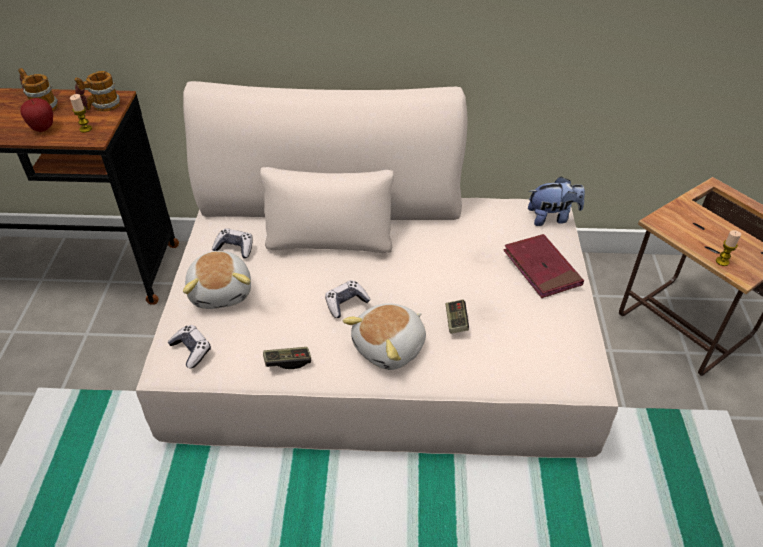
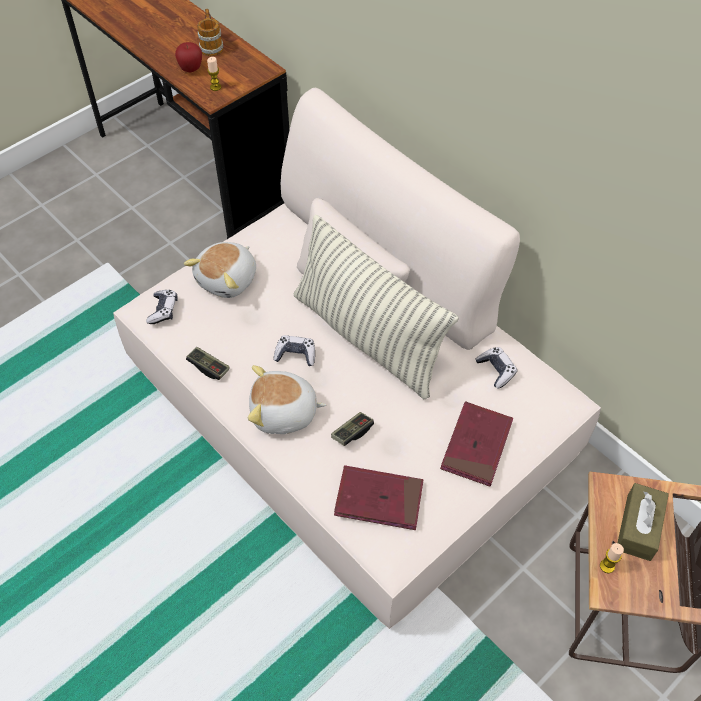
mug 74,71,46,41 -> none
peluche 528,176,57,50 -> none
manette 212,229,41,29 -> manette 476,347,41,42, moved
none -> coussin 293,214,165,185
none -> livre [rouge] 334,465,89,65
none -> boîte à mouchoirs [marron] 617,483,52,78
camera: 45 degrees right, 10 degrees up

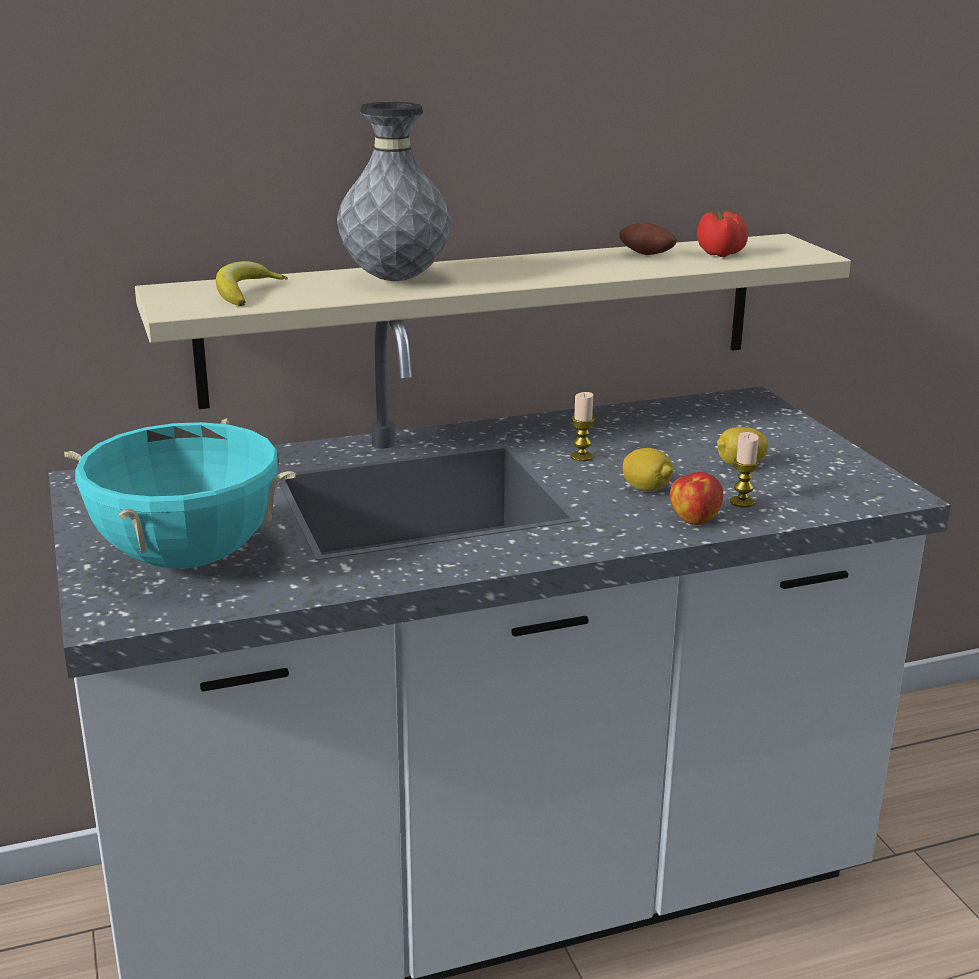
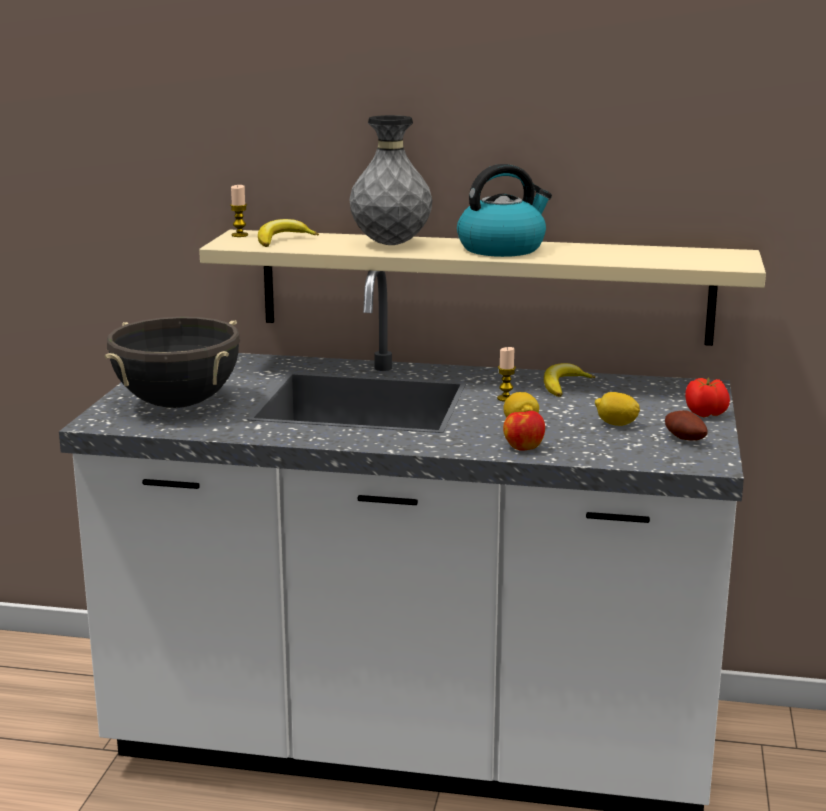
tomate 697,211,51,46 -> tomate 685,378,45,39, moved
pomme de terre 619,222,58,33 -> pomme de terre 665,410,43,31, moved
marmite [turquoise] 64,418,232,151 -> marmite [noir] 105,317,135,91
bougie 730,432,29,76 -> bougie 230,185,18,52, moved
none -> bouilloire 457,164,95,93
none -> banane 544,363,51,34
camera: 30 degrees right, 5 degrees down

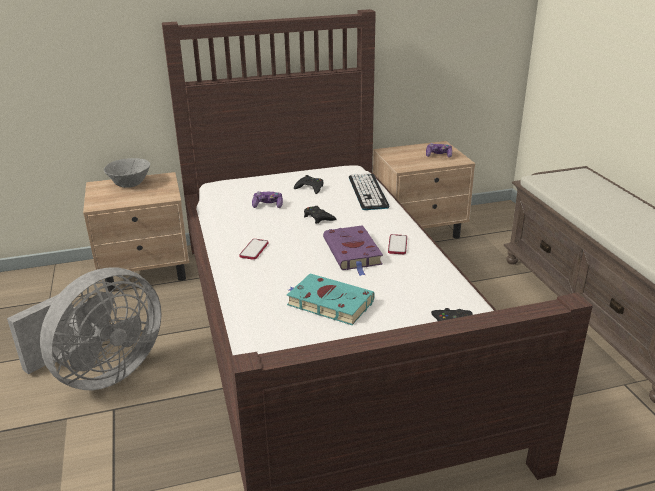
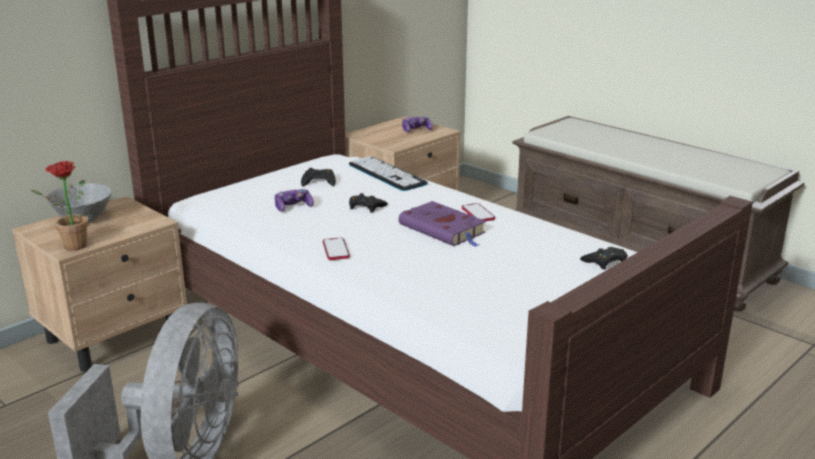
livre [turquoise] 287,273,88,52 -> none
none -> plante en pot 31,161,57,90
camera: 30 degrees left, 5 degrees down

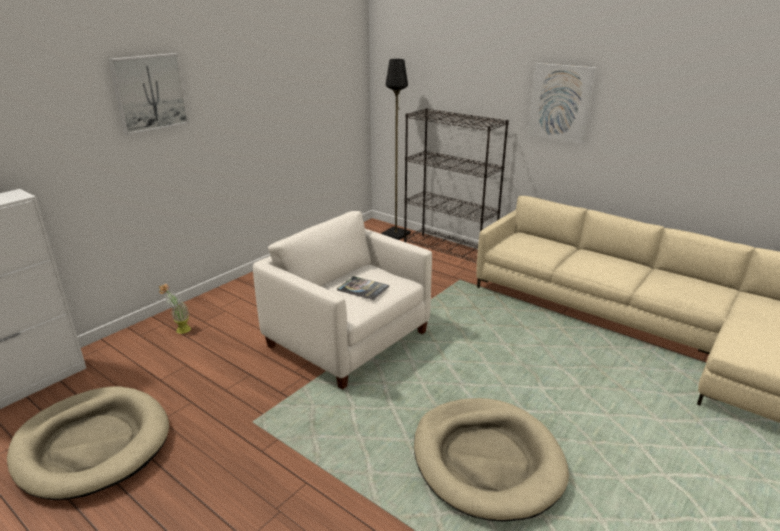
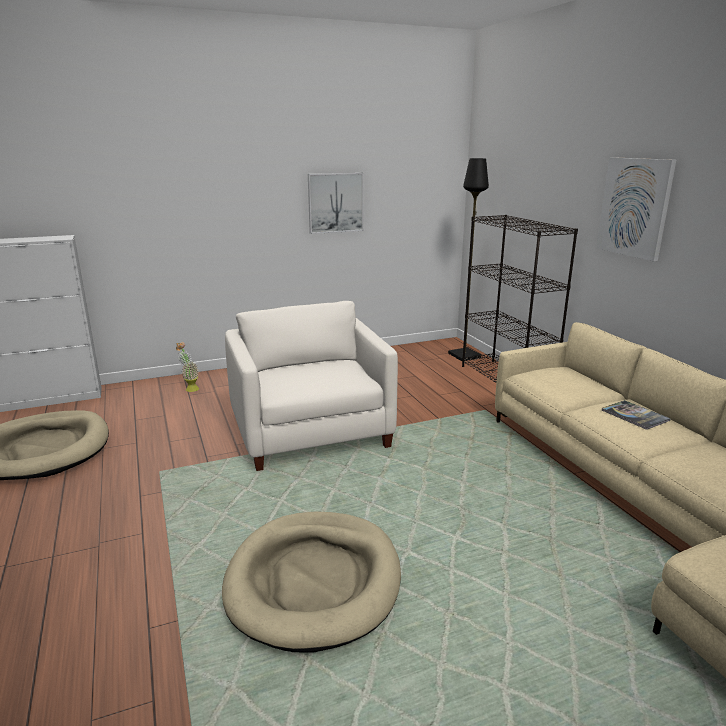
tableau 109,53,80,82 -> tableau 308,173,56,61, moved
livre 337,276,52,24 -> livre 602,400,69,30, moved
camera: 30 degrees right, 5 degrees down

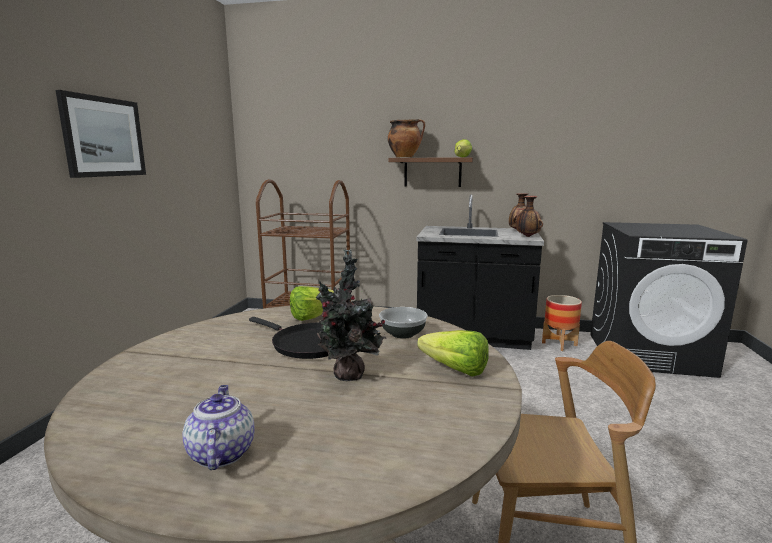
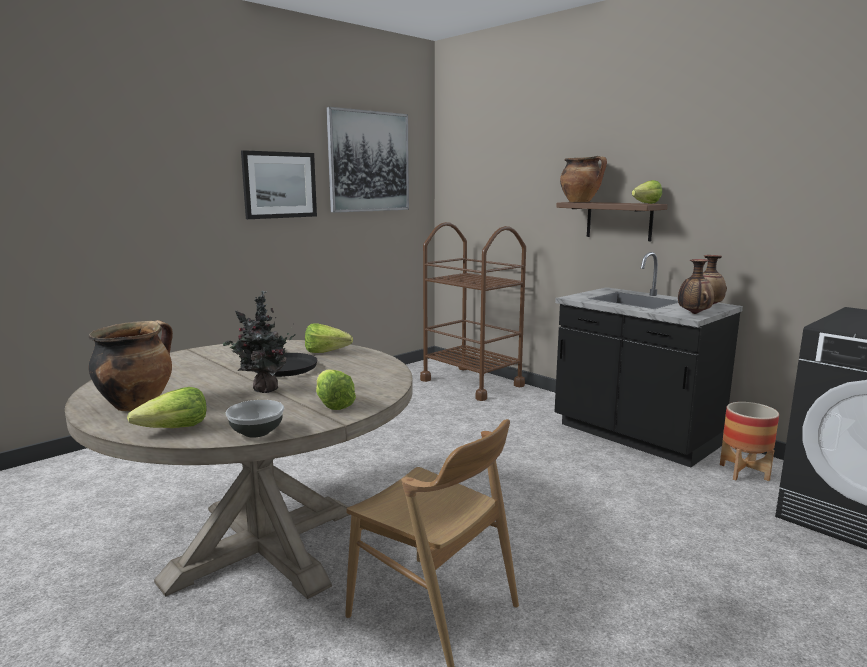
bol 379,307,49,32 -> bol 226,400,58,37, moved
théière 182,385,73,85 -> marmite 89,320,84,91
none -> tableau 326,107,83,106
none -> laitue 127,387,79,41
camera: 35 degrees right, 0 degrees up

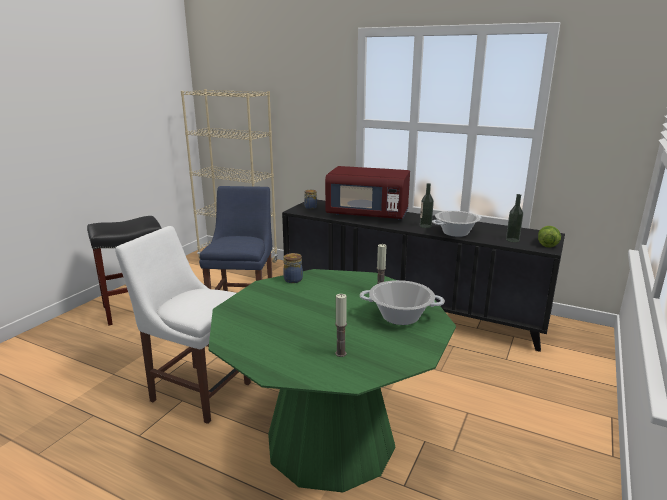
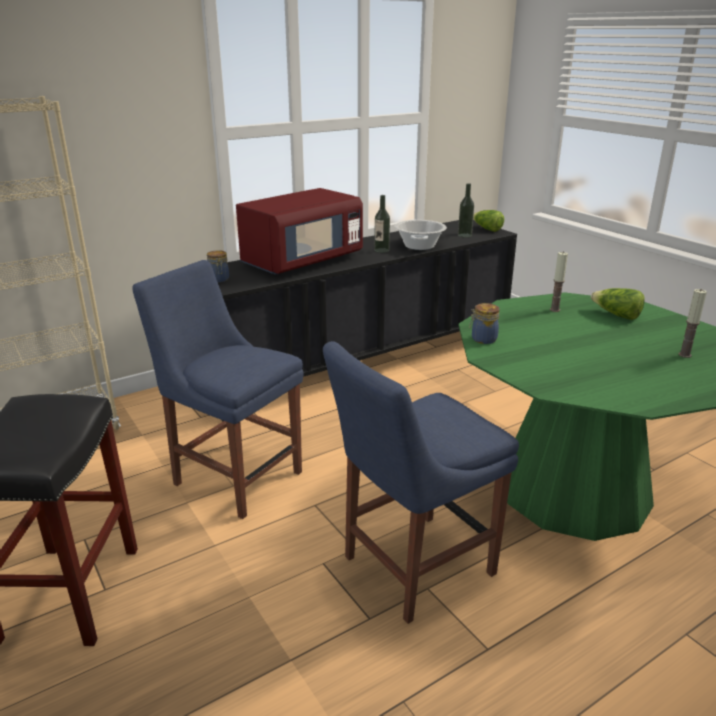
chaise [blanc] 115,226,136,198 -> chaise [bleu] 323,341,196,283
marmite 360,280,85,45 -> laitue 591,288,53,32
camera: 60 degrees left, 5 degrees up

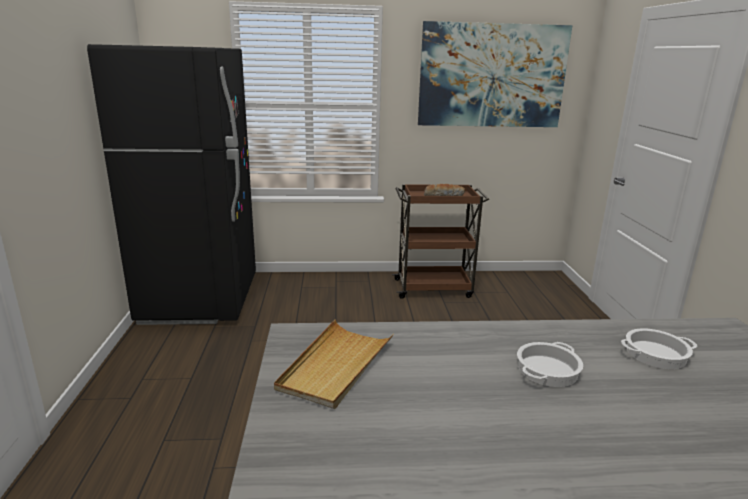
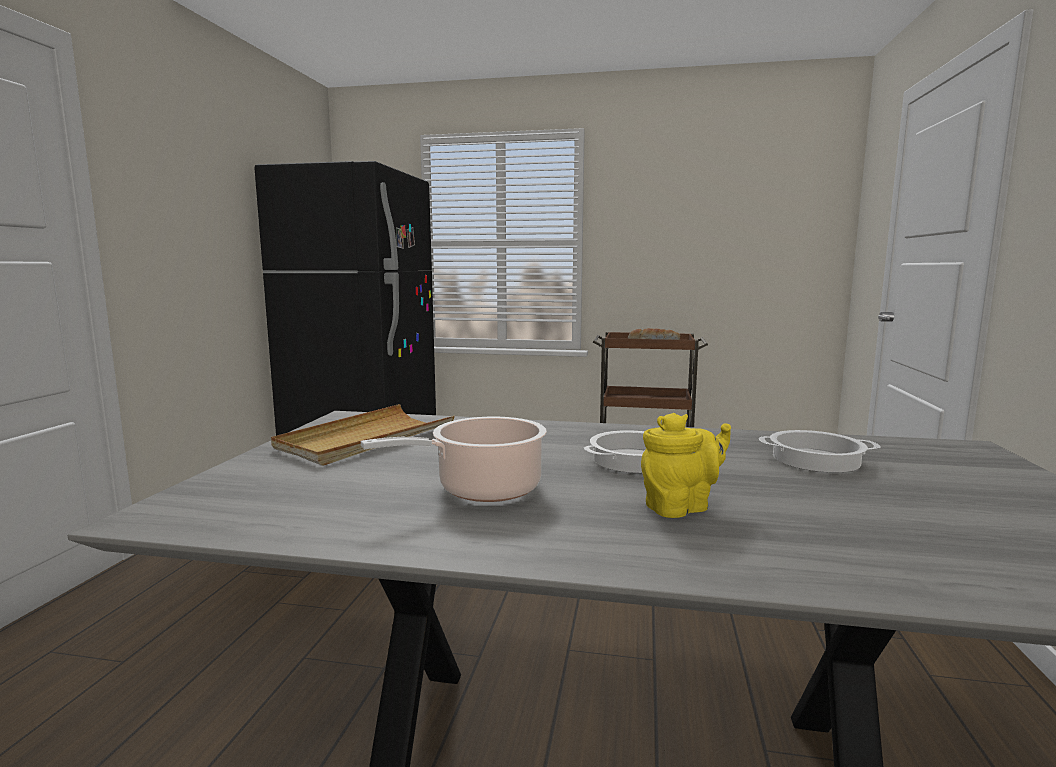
tableau 418,21,155,106 -> none
none -> théière [jaune] 641,413,90,105
none -> marmite 361,417,186,85
camera: 15 degrees right, 10 degrees down

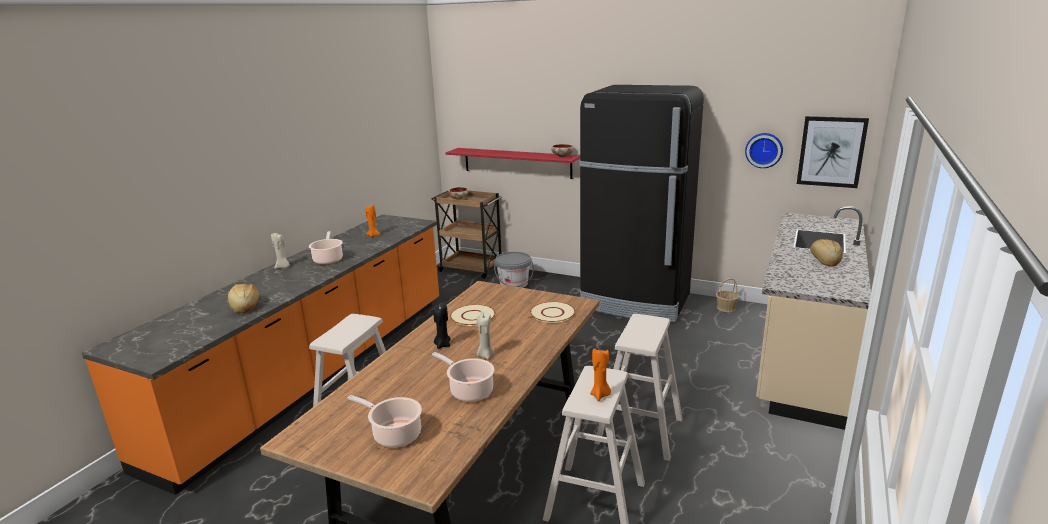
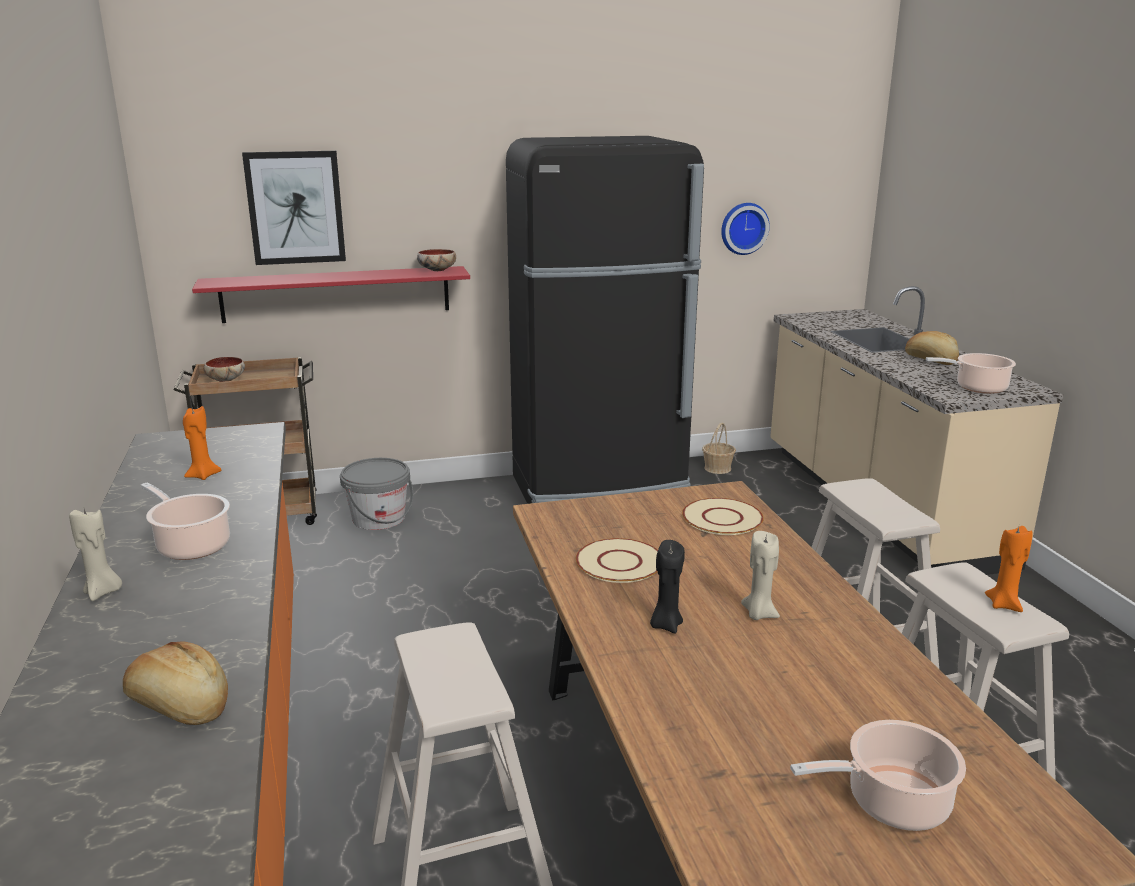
tableau 797,116,72,72 -> tableau 242,151,104,114, moved
marmite 432,352,62,50 -> marmite 926,353,90,41, moved
camera: 40 degrees left, 0 degrees up

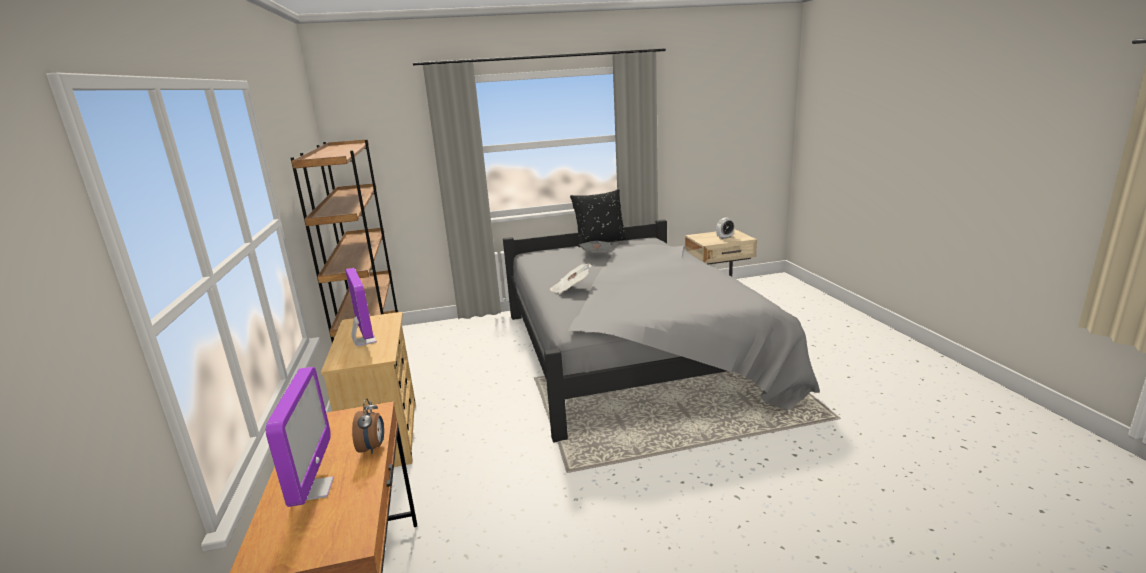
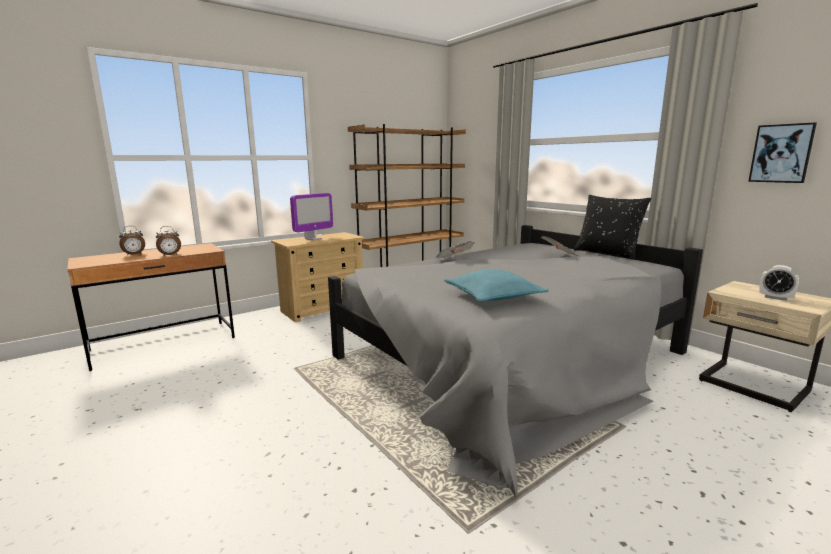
écran d'ordinateur 266,367,68,140 -> réveil 119,226,26,30
none -> tableau 748,122,69,61
none -> coussin [turquoise] 444,269,105,33
camera: 65 degrees right, 5 degrees down

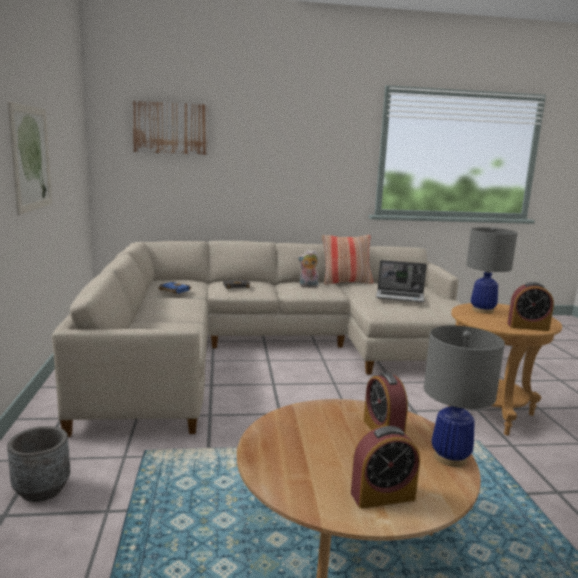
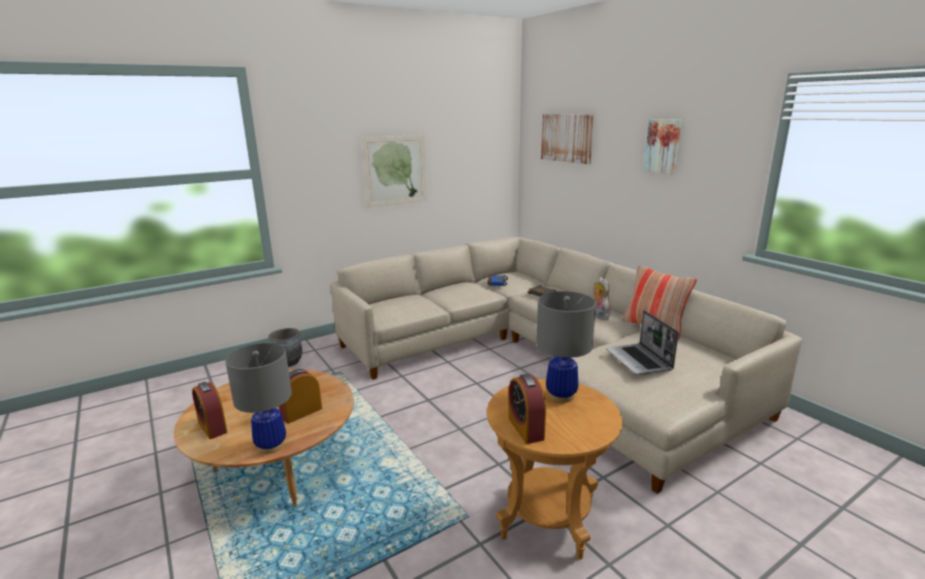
none -> tableau 644,119,38,55
camera: 65 degrees right, 5 degrees up

